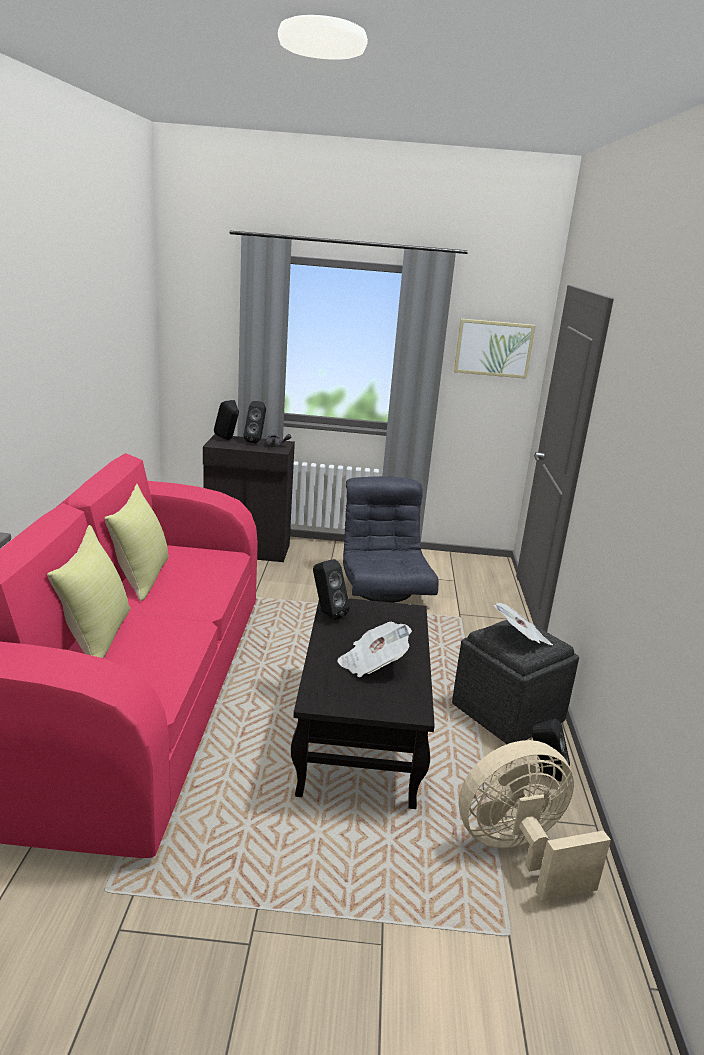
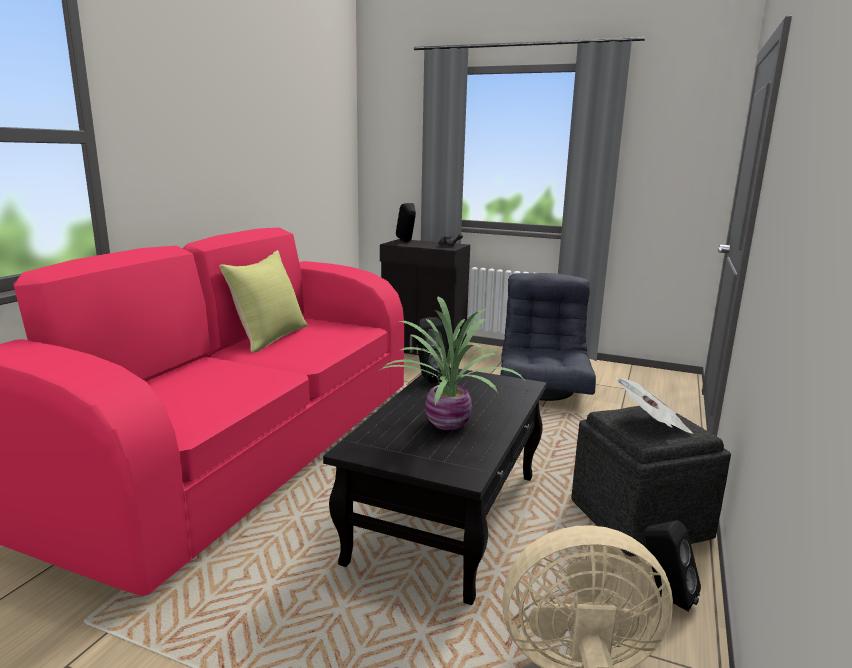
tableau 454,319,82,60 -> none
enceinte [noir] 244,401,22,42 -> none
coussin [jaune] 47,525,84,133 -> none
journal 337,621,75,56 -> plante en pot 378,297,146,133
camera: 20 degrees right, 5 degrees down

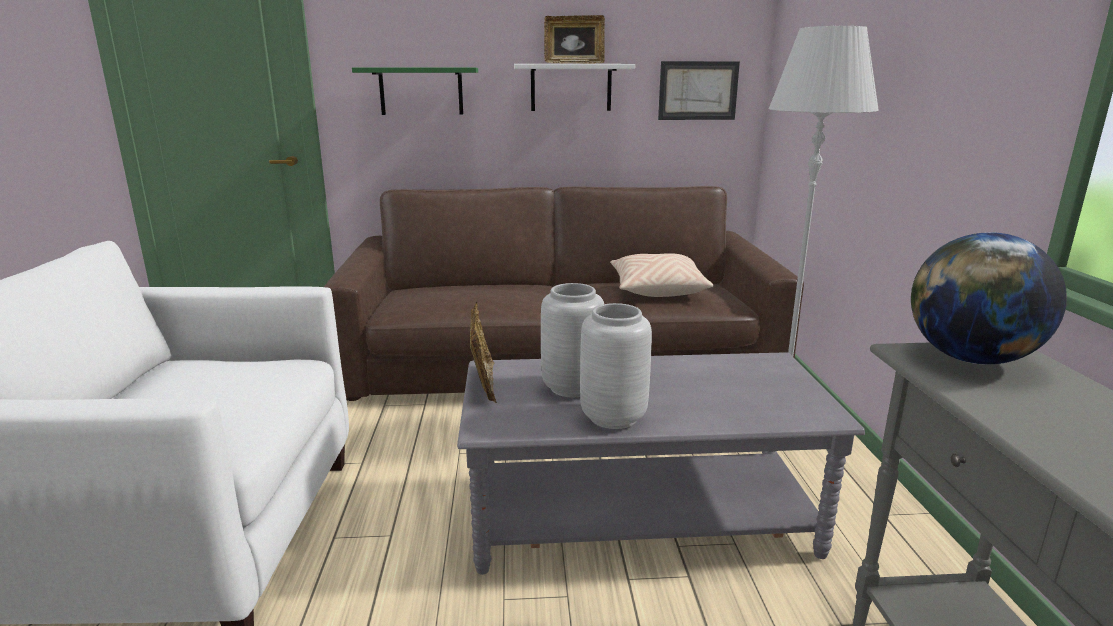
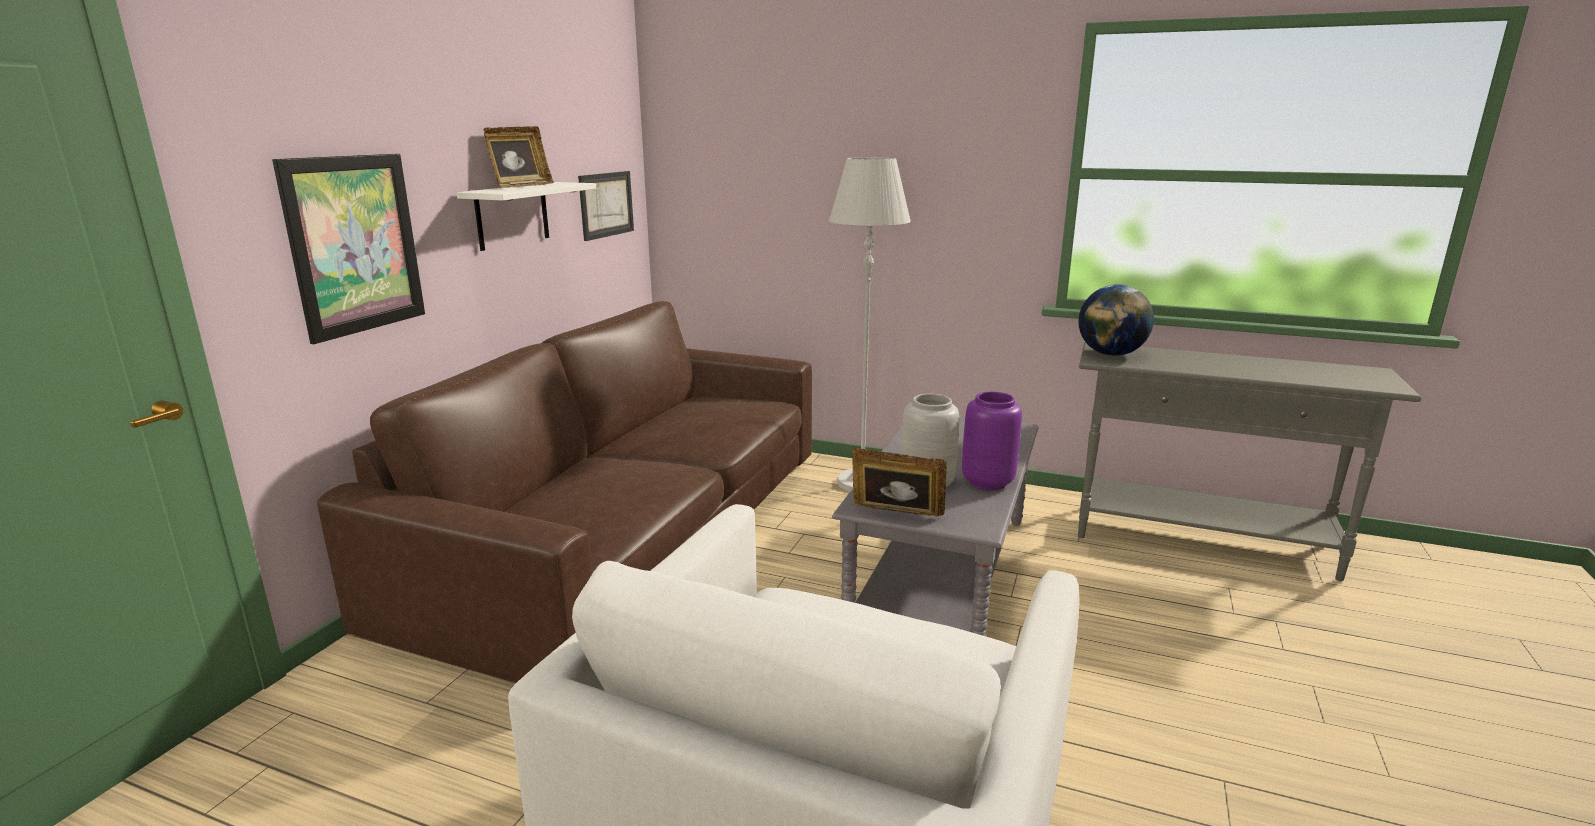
étagère [vert] 352,67,126,48 -> tableau 272,154,153,190
coussin [beige] 610,253,104,44 -> none
vase [gris] 580,303,72,126 -> vase [violet] 962,392,60,98
camera: 65 degrees left, 0 degrees up

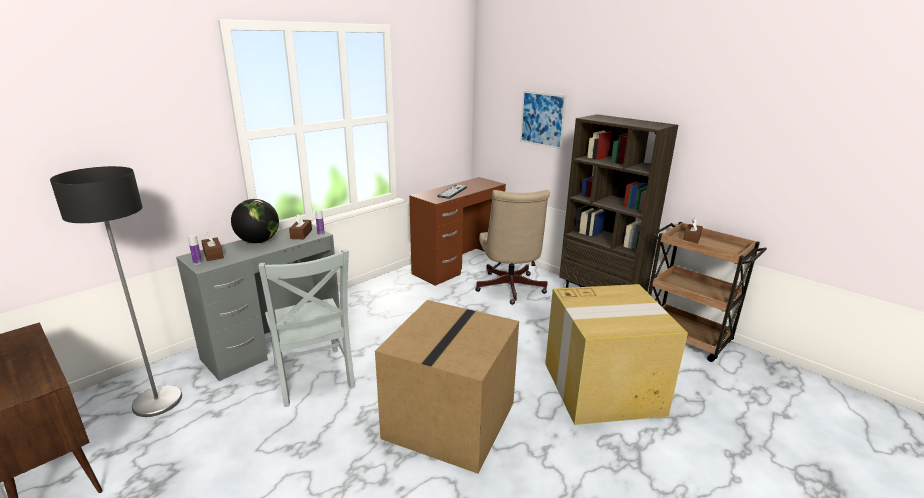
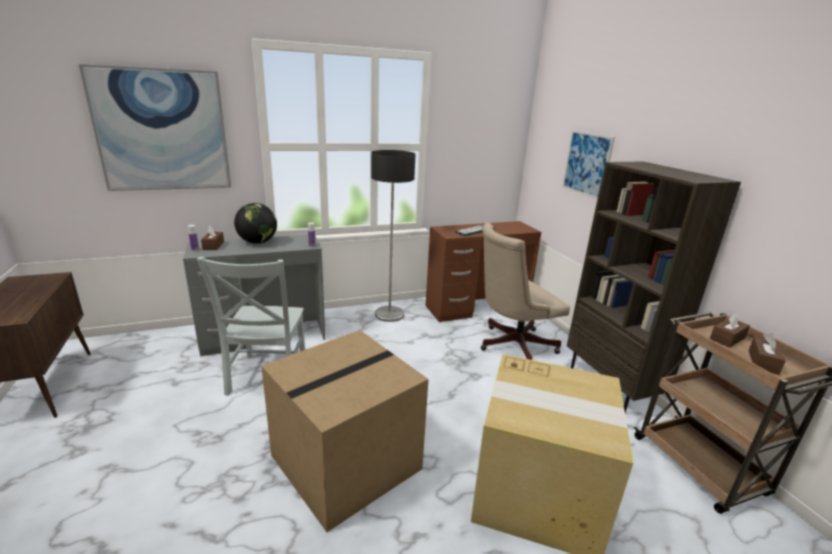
lampadaire 50,166,132,251 -> lampadaire 371,150,45,172, moved
chaise de bureau [beige] 475,190,75,115 -> chaise de bureau [beige] 481,223,89,137, 45 degrees clockwise
boîte à mouchoirs [marron] 289,214,23,25 -> boîte à mouchoirs [marron] 749,333,37,42, moved
none -> tableau 79,64,152,127
camera: 25 degrees right, 0 degrees up

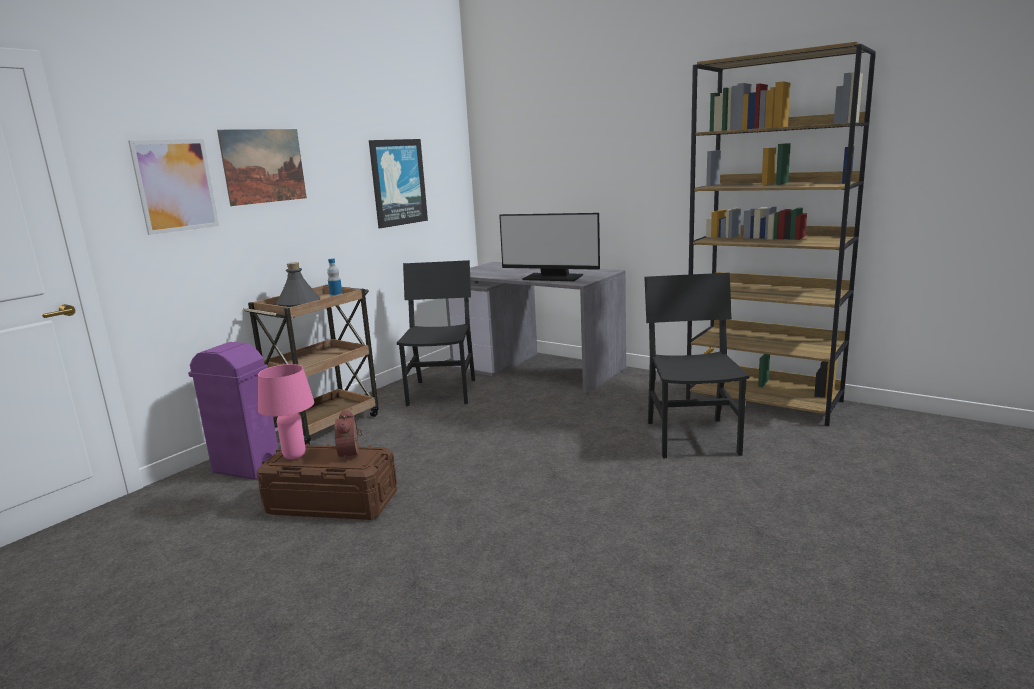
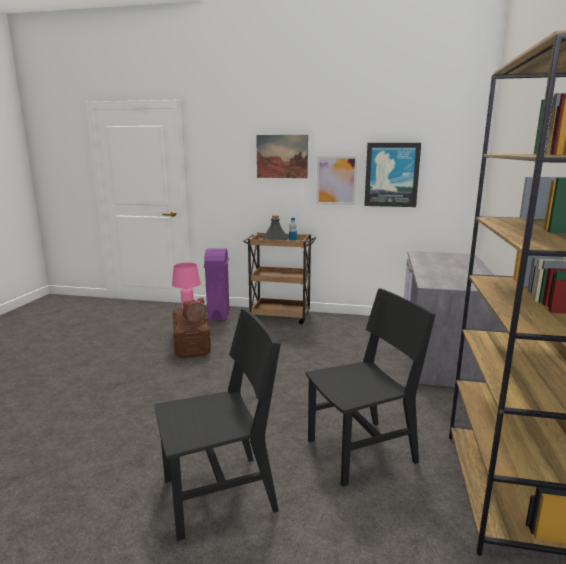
tableau 128,139,91,96 -> tableau 316,156,41,49, moved
écran d'ordinateur 499,213,101,68 -> none
chaise [noir] 397,260,78,146 -> chaise [noir] 154,308,127,233, moved
camera: 65 degrees right, 0 degrees up

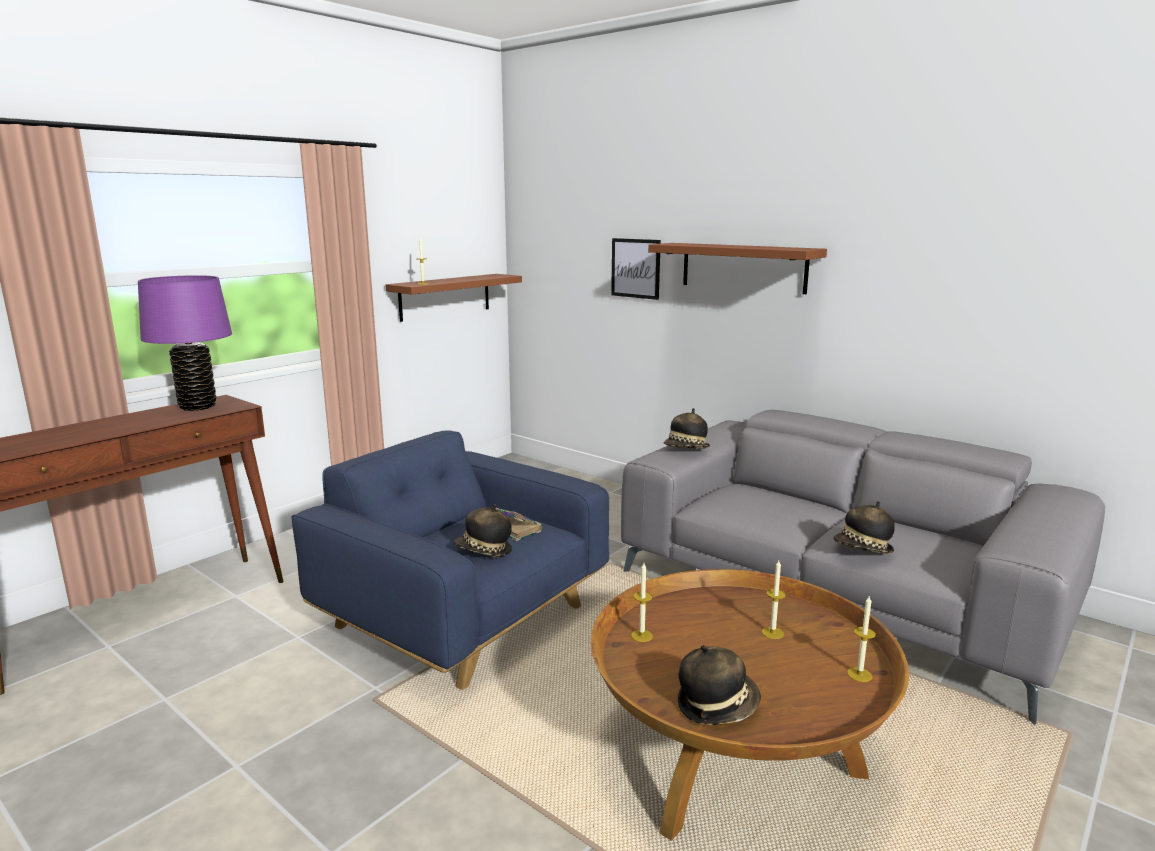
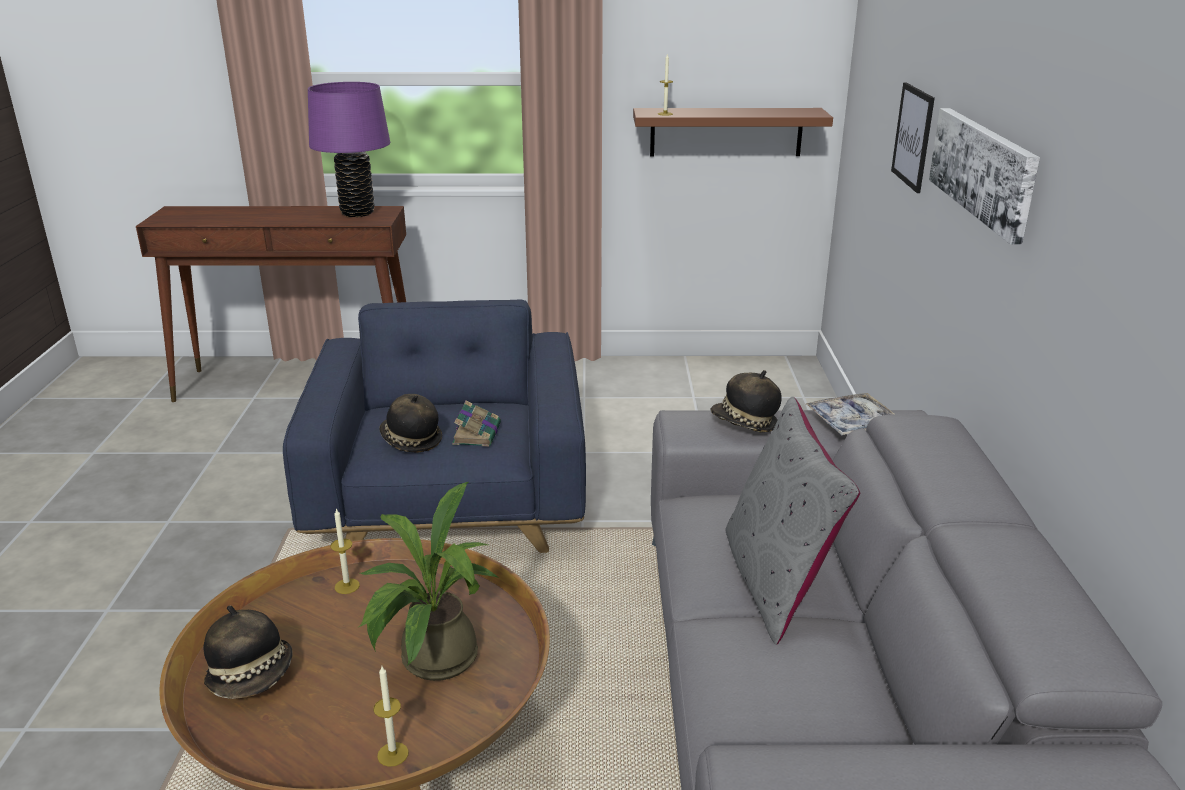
étagère [marron] 648,243,179,51 -> tableau 929,108,111,137
chapeau 833,501,62,53 -> none
bougie 762,561,24,78 -> plante en pot 359,482,139,199
none -> plateau 805,393,89,42
none -> coussin [gris] 725,396,135,249
camera: 50 degrees right, 10 degrees up

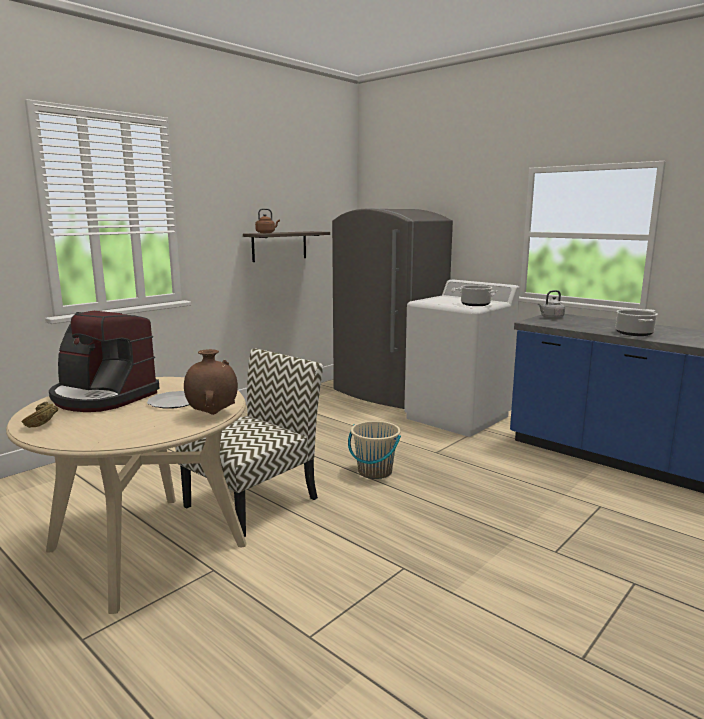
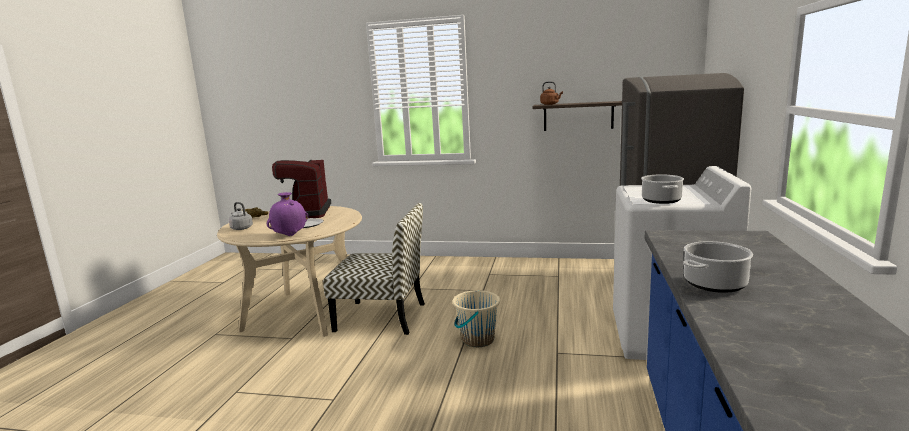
bouilloire [gris] 538,290,27,29 -> bouilloire [gris] 229,202,24,28, moved
vase [marron] 184,349,54,66 -> vase [violet] 267,192,42,44
camera: 60 degrees right, 0 degrees up

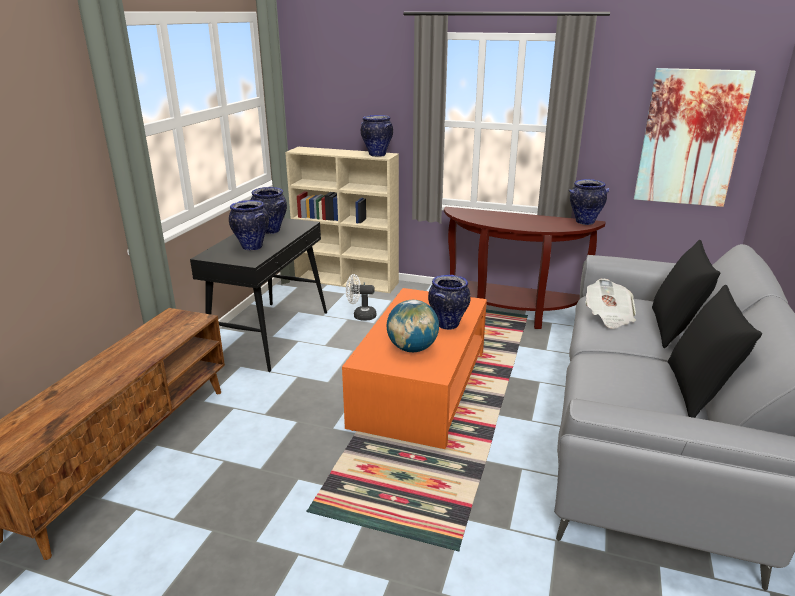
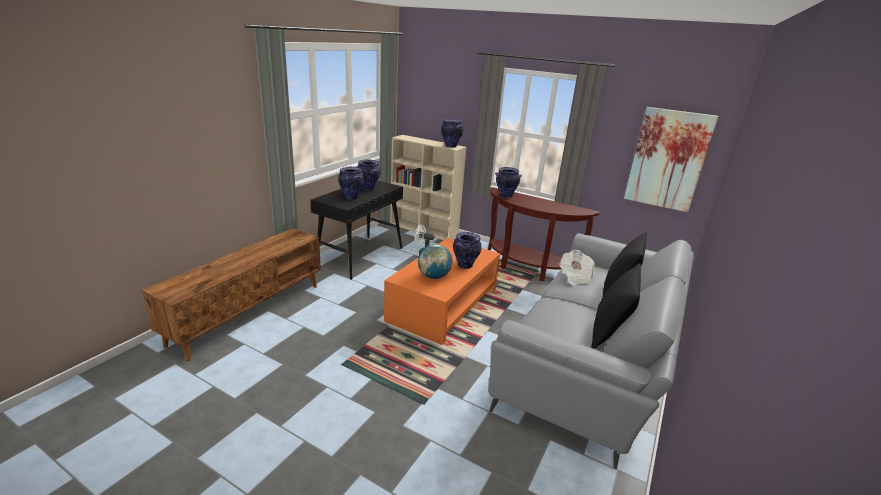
vase 569,179,41,46 -> vase 495,167,27,31, moved
camera: 10 degrees right, 0 degrees up

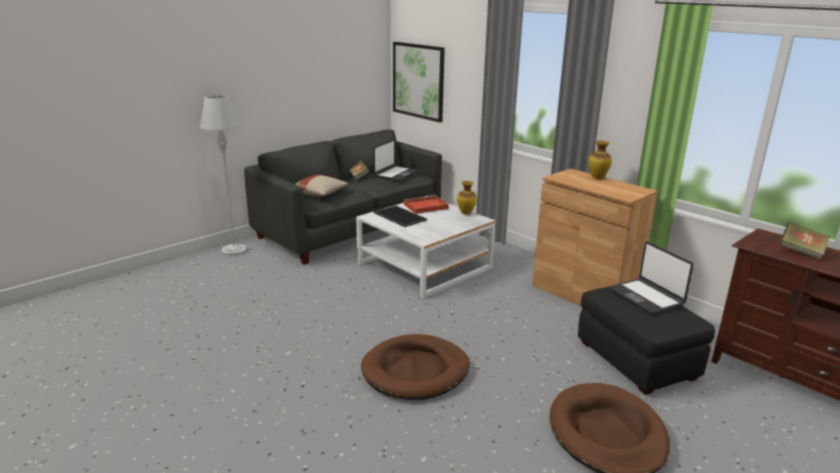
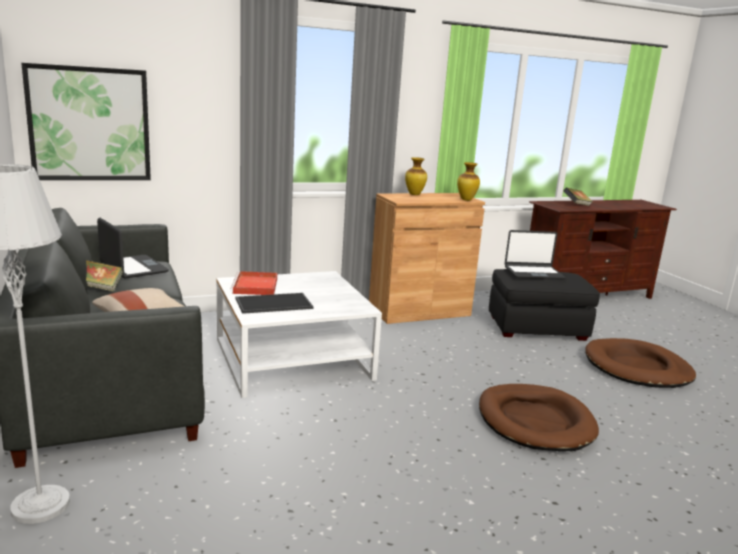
vase 457,181,20,34 -> vase 457,162,23,39, moved
camera: 70 degrees left, 5 degrees down

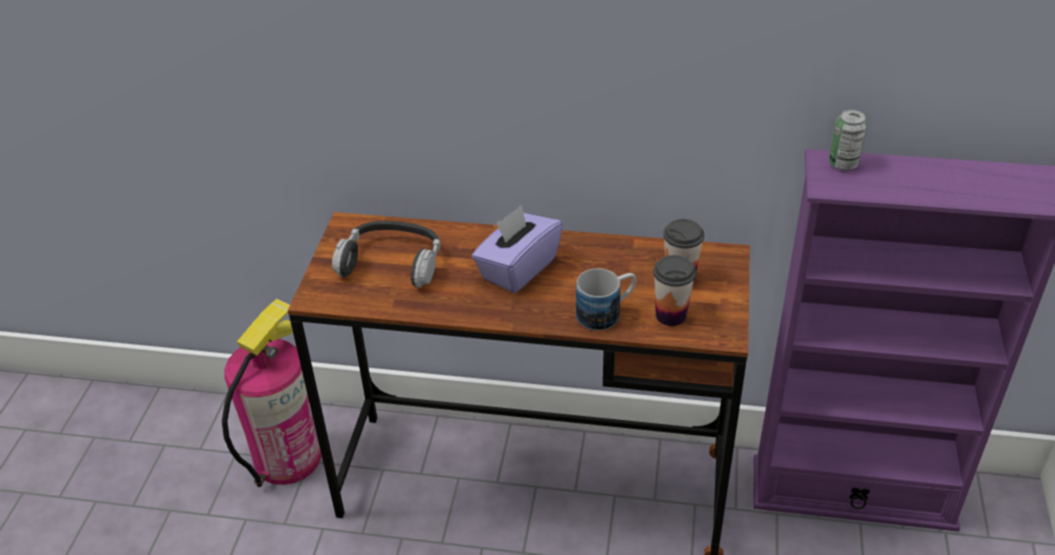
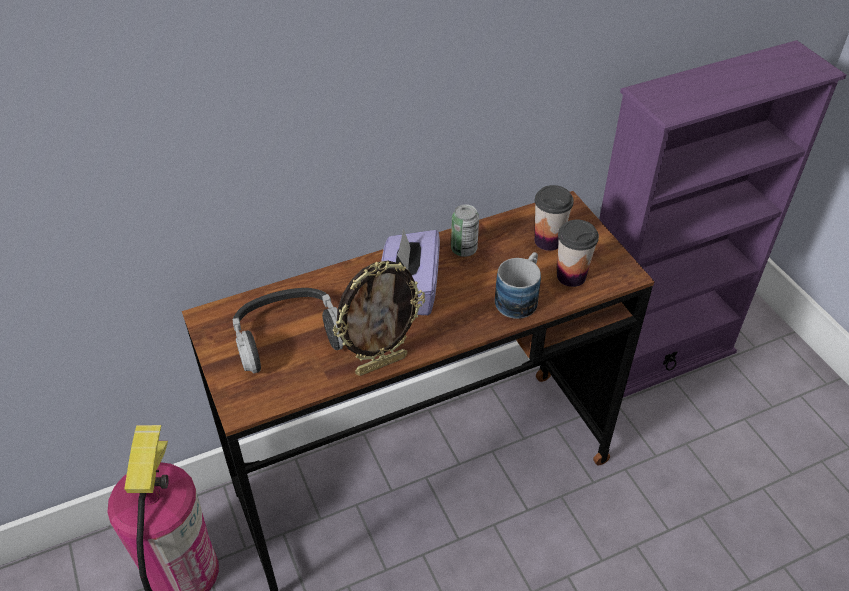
boîte métallique 829,110,38,60 -> boîte métallique 451,204,28,53, moved
none -> cadre photo 333,261,92,115
camera: 35 degrees left, 5 degrees up

